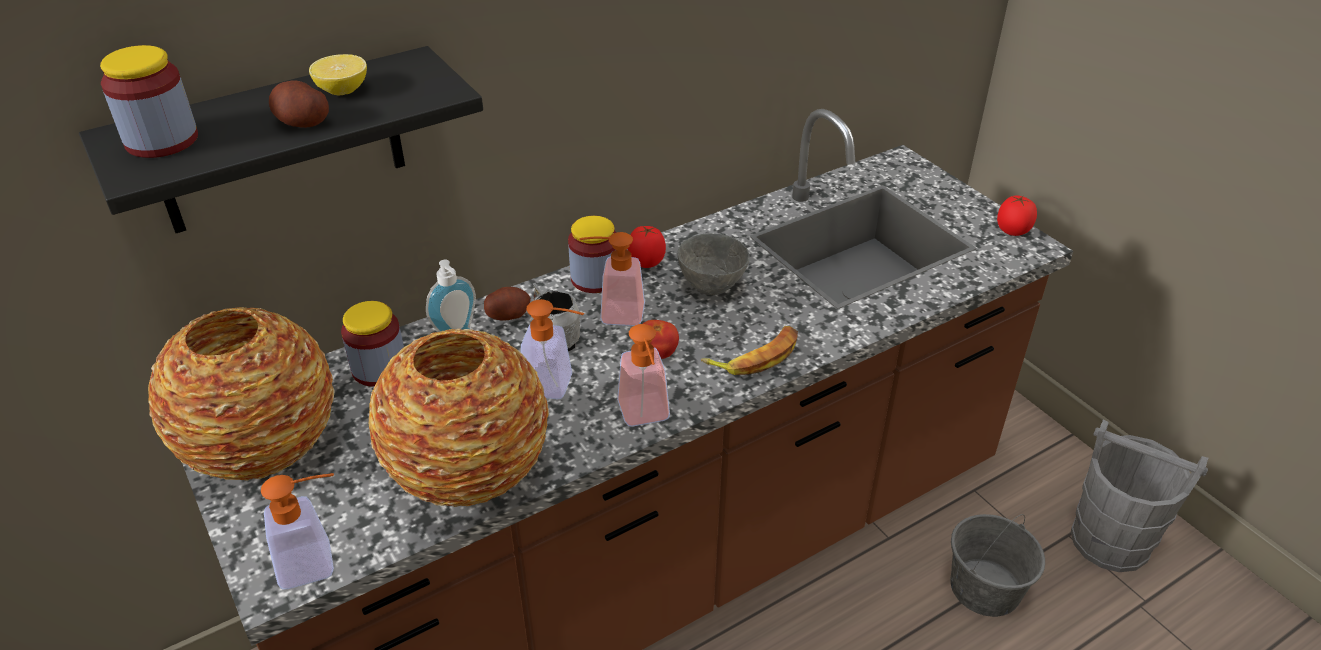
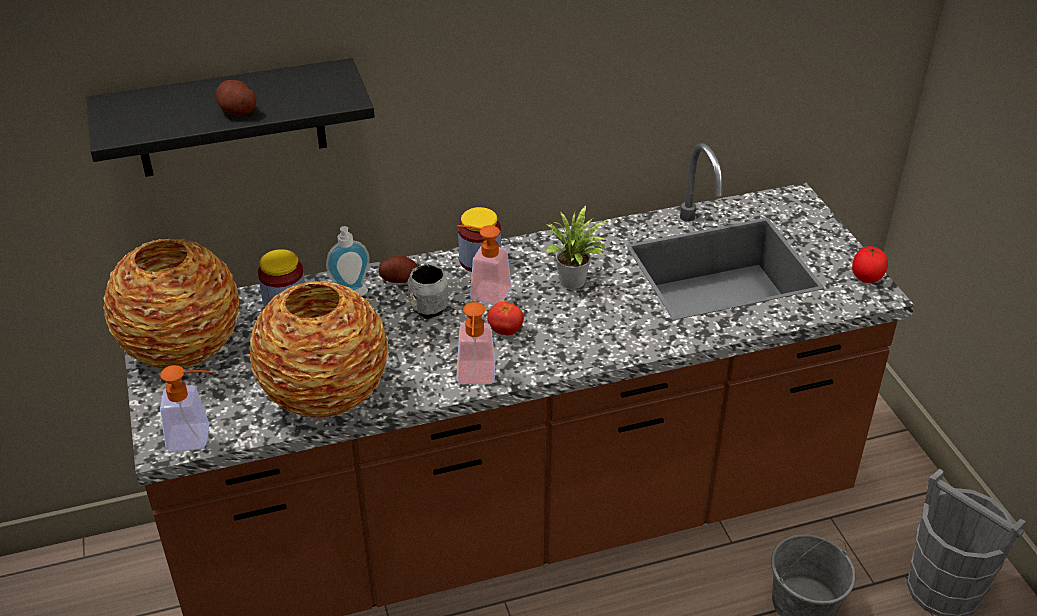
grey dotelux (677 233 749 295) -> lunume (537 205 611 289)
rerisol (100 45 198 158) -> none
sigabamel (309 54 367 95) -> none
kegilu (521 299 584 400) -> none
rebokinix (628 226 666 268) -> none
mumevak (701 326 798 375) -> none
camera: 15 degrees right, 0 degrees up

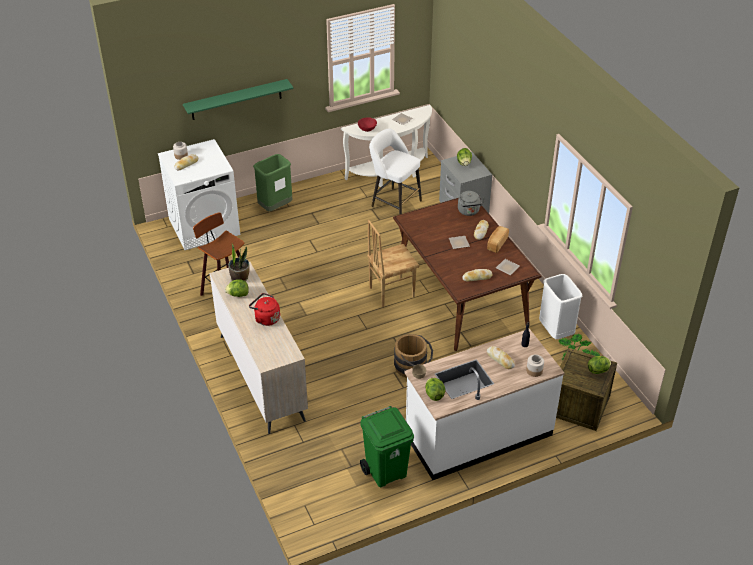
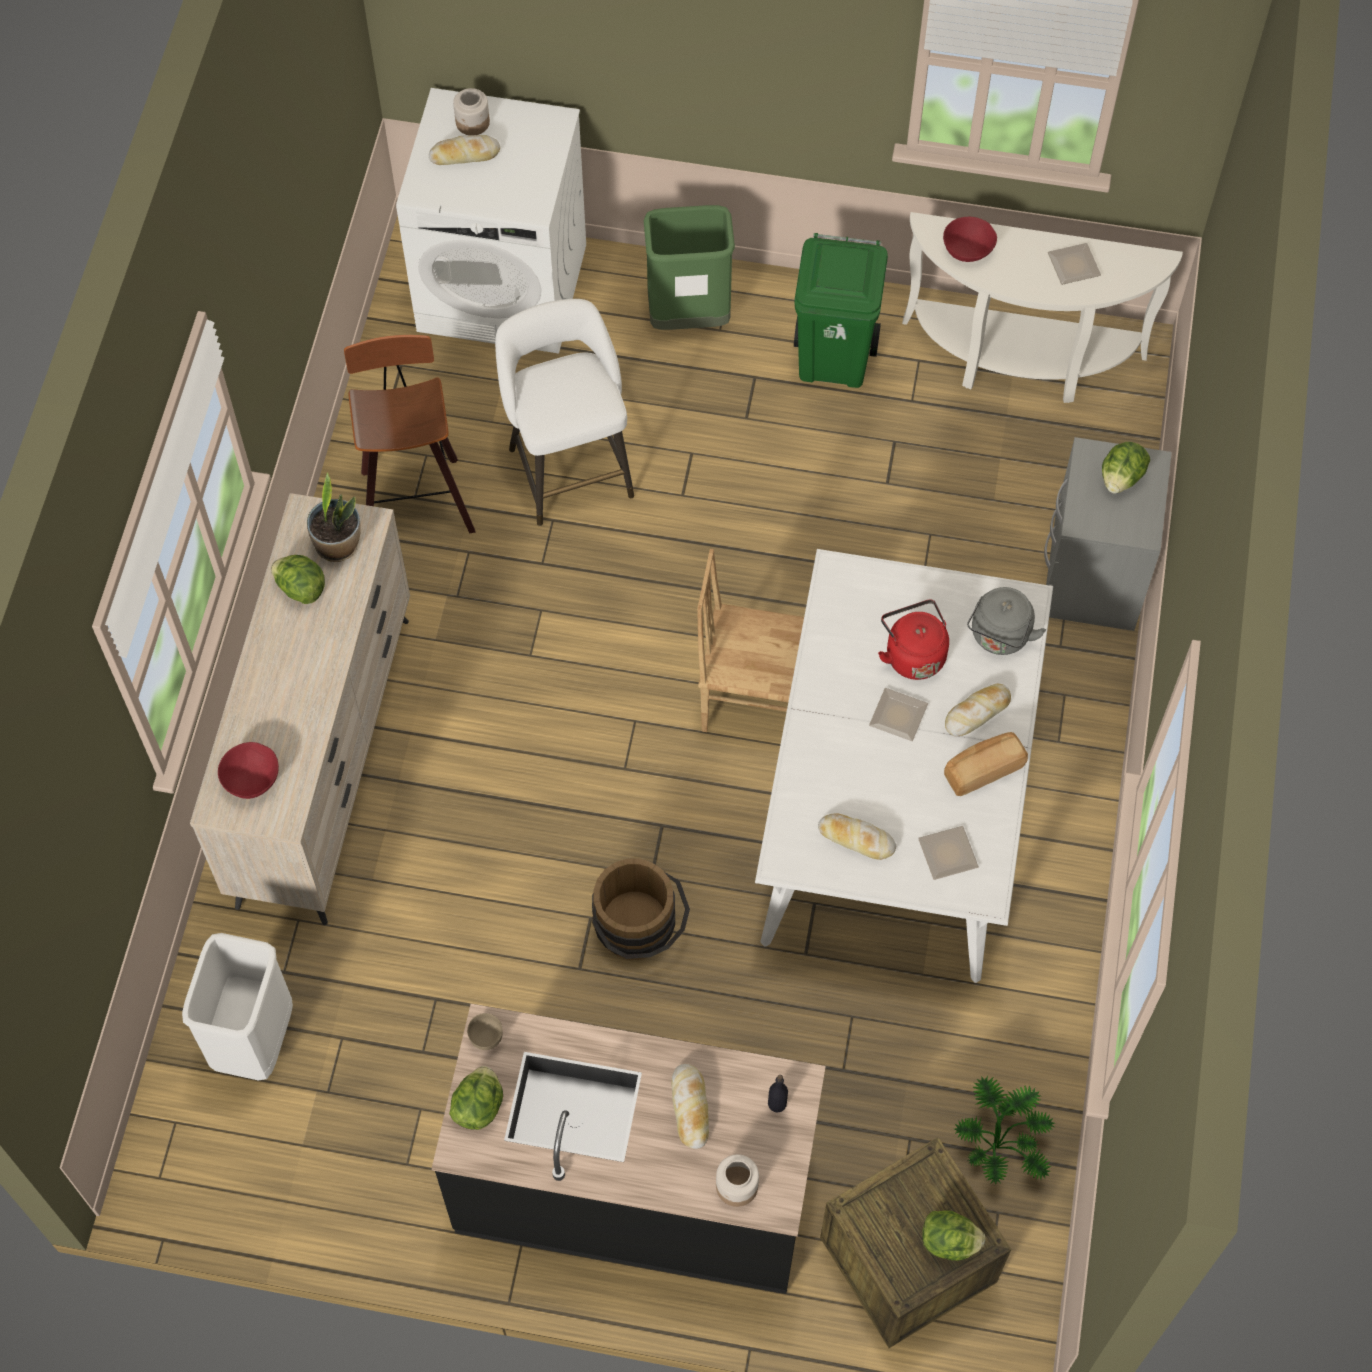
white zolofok (539 274 583 339) -> white zolofok (182 933 293 1081), move
none -> red dotelux (218 742 279 799)
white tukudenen (404 329 565 480) -> black tukudenen (432 1004 826 1294)
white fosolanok (369 128 422 215) -> white fosolanok (495 299 634 526), move
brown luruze (393 198 541 351) -> white luruze (755 549 1053 983)
green zolofok (360 406 414 487) -> green zolofok (794 233 888 388), move
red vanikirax (249 293 280 326) -> red vanikirax (878 600 949 680), move
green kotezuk (183 79 294 120) -> none
camera: 35 degrees right, 20 degrees up

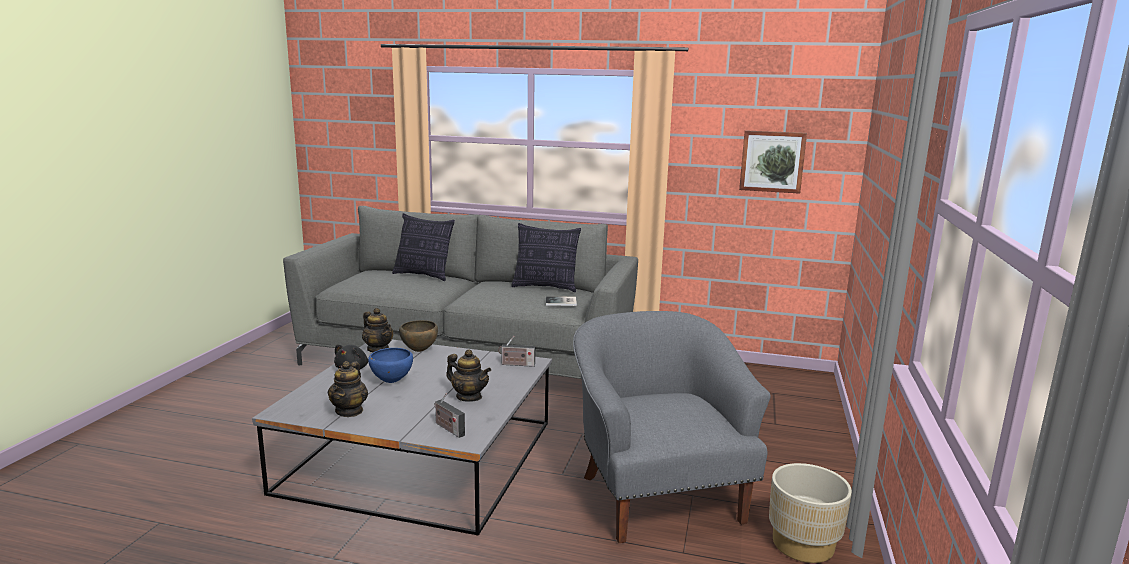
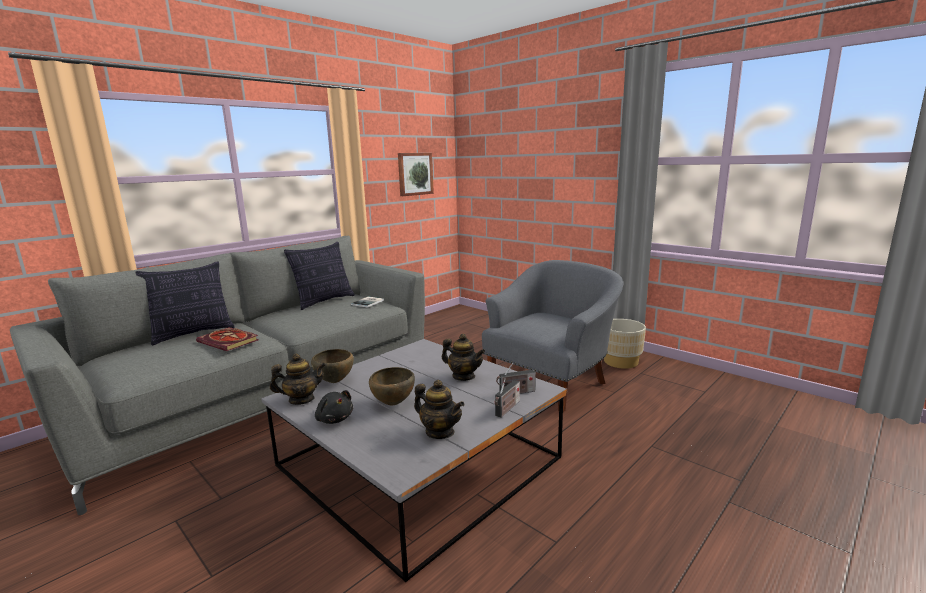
none -> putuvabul (196 327 259 351)
blue dotelux (368 348 413 383) -> brown dotelux (369 367 415 405)
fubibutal (446 349 491 402) -> fubibutal (442 334 485 381), 60 degrees clockwise
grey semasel (573 311 771 543) -> grey semasel (482 260 623 412), 120 degrees clockwise
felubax (498 336 535 367) -> felubax (495 379 520 418), move
camera: 60 degrees left, 0 degrees up

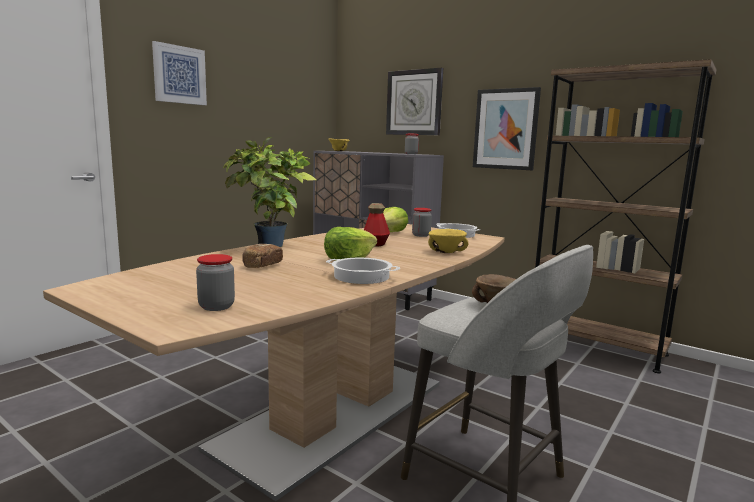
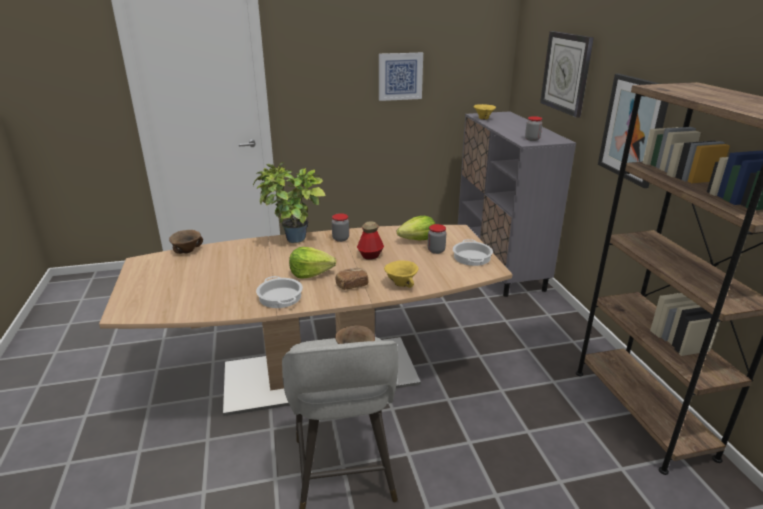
none -> brown dotelux (169 230 203 254)
rerisol (196 254 235 311) -> rerisol (332 213 349 242), move
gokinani (242 244 283 268) -> gokinani (336 268 368 290), move
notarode (152 41 207 105) -> notarode (379 53 423 101), move
camera: 40 degrees right, 15 degrees up

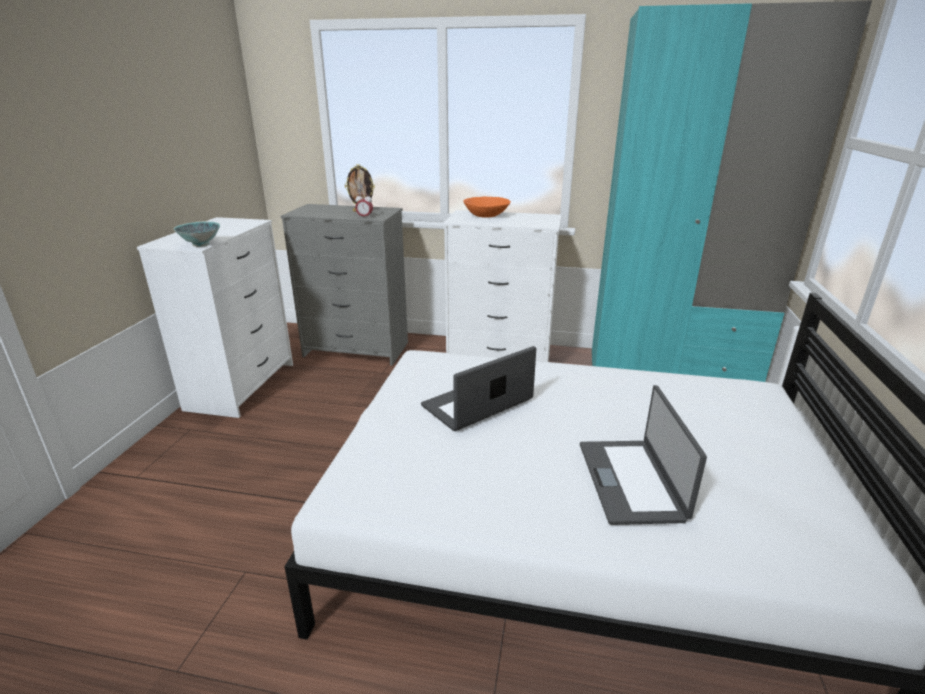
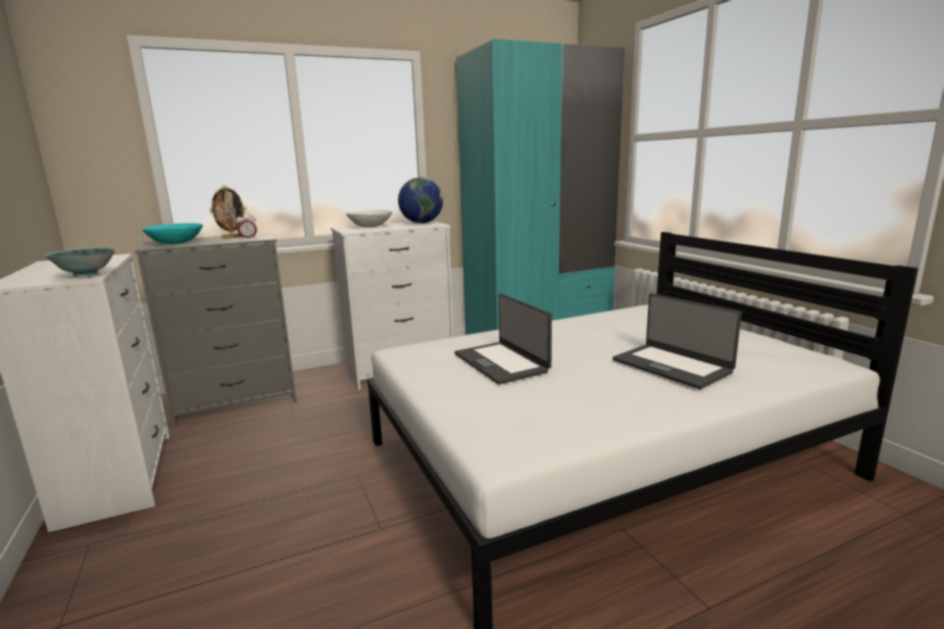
none -> turquoise dotelux (142 223 203 244)
orange dotelux (463 197 511 218) -> white dotelux (346 210 393 227)
none -> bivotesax (398 177 443 223)
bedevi (421 346 536 431) -> bedevi (455 293 552 384), 45 degrees counterclockwise
camera: 35 degrees left, 10 degrees down

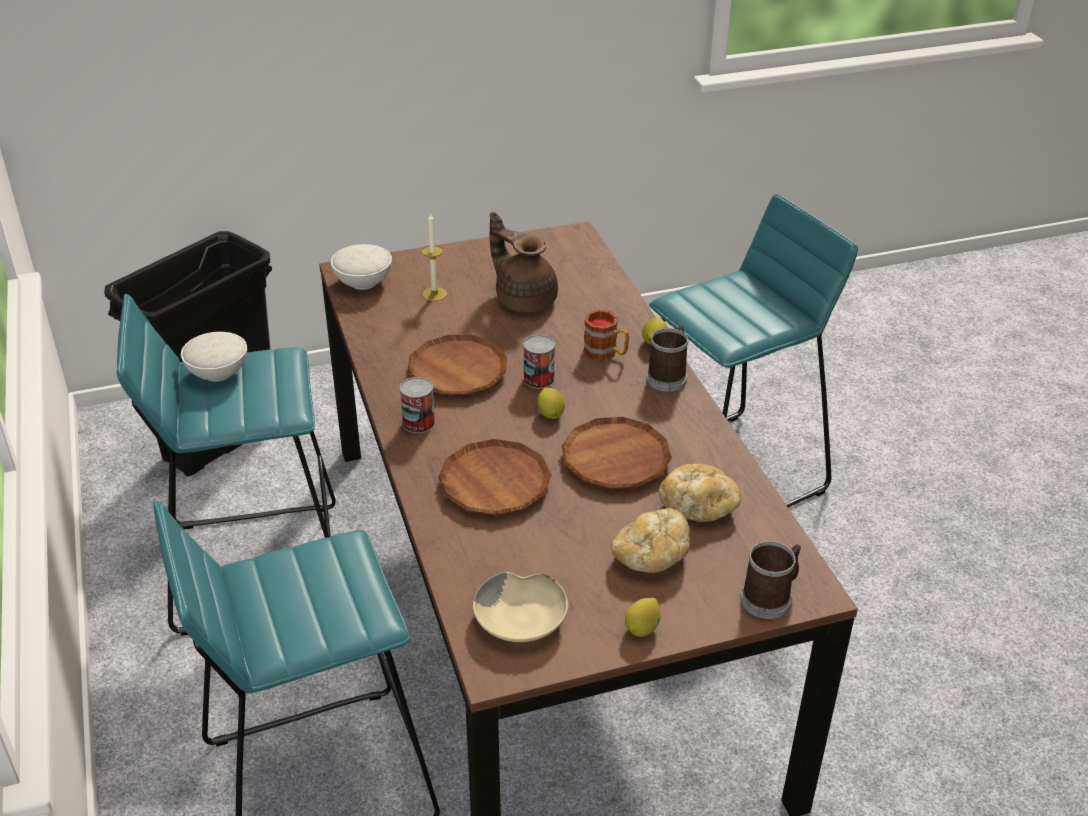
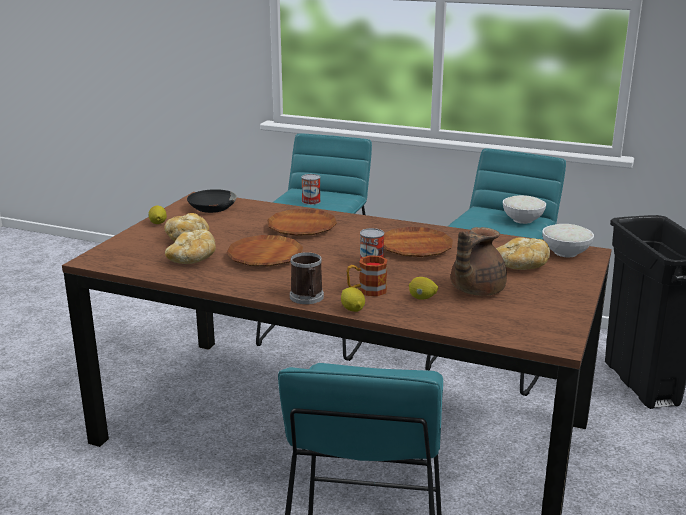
beige dotelux (473 572 568 642) -> black dotelux (187 189 237 213)
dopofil (400 377 435 433) -> dopofil (301 174 321 205), move
sigabamel (537 387 565 419) -> sigabamel (409 277 438 300), move
brown fubibutal (489 212 558 312) -> brown fubibutal (451 227 507 296), 135 degrees clockwise
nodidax (422 212 447 301) -> gokinani (496 237 550 270)
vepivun (740 541 801 619) -> none
camera: 130 degrees right, 15 degrees down

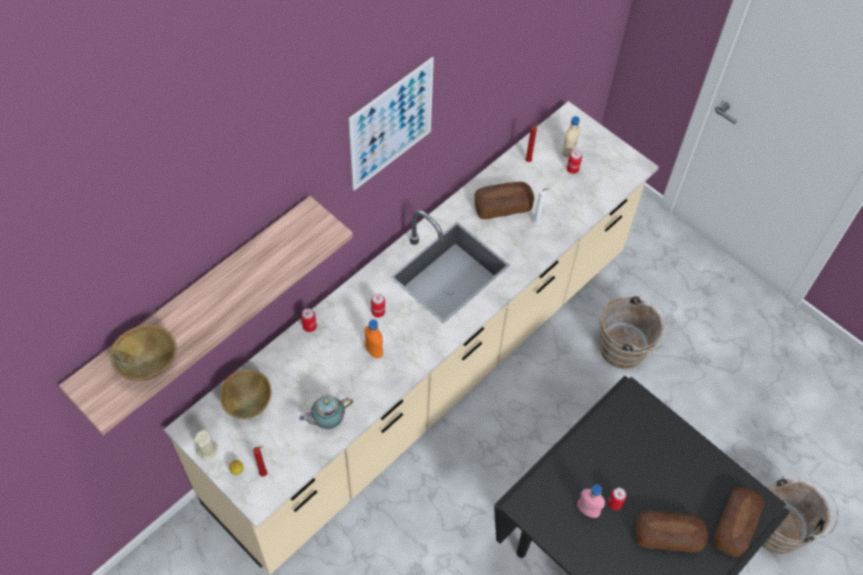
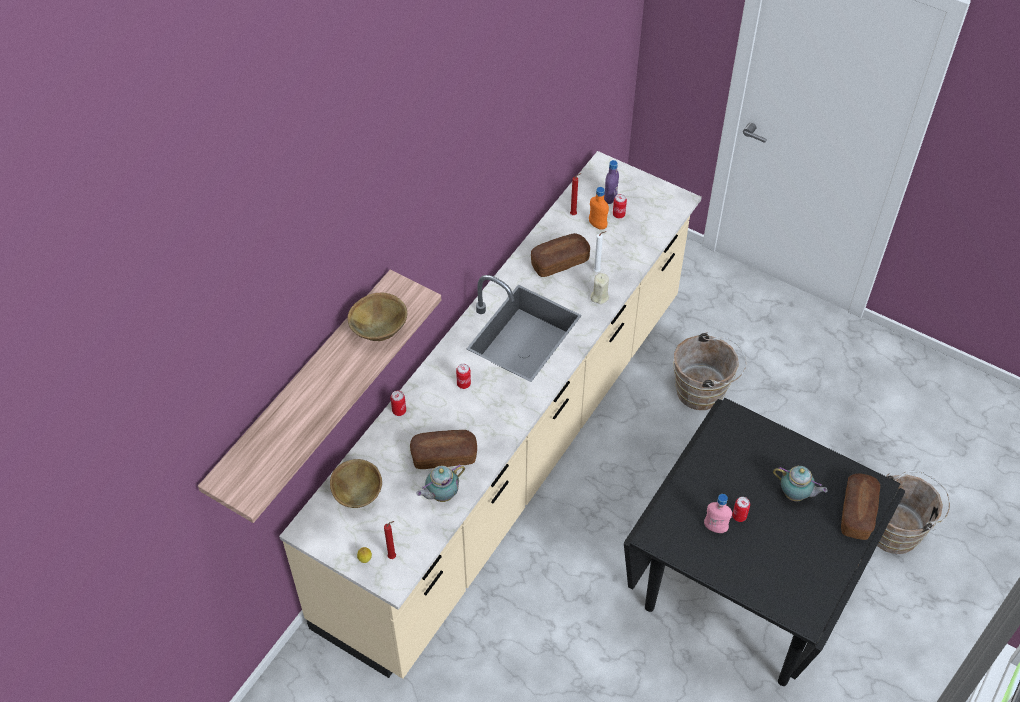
brown dotelux (110 324 177 381) -> brown dotelux (348 292 407 341), move
gokinani (636 511 708 553) -> gokinani (410 430 477 469), move
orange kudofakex (365 320 383 358) -> orange kudofakex (589 187 609 230), move
beige nodidax (194 430 218 460) -> beige nodidax (590 273 609 304), move
beige kudofakex (562 116 580 157) -> purple kudofakex (604 160 619 204)
none -> fubibutal (773 466 828 501)
notarode (348 57 434 191) -> none
camera: 10 degrees left, 5 degrees down

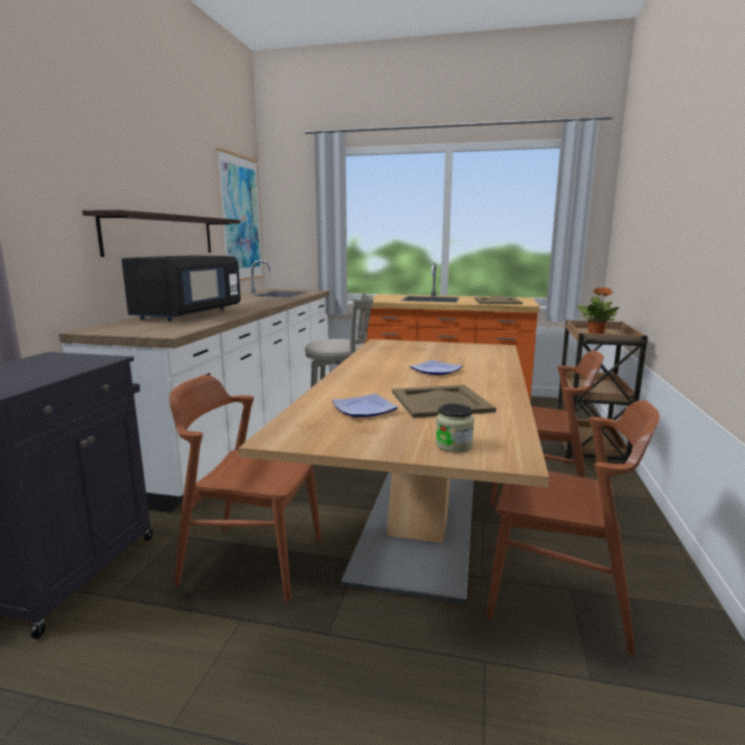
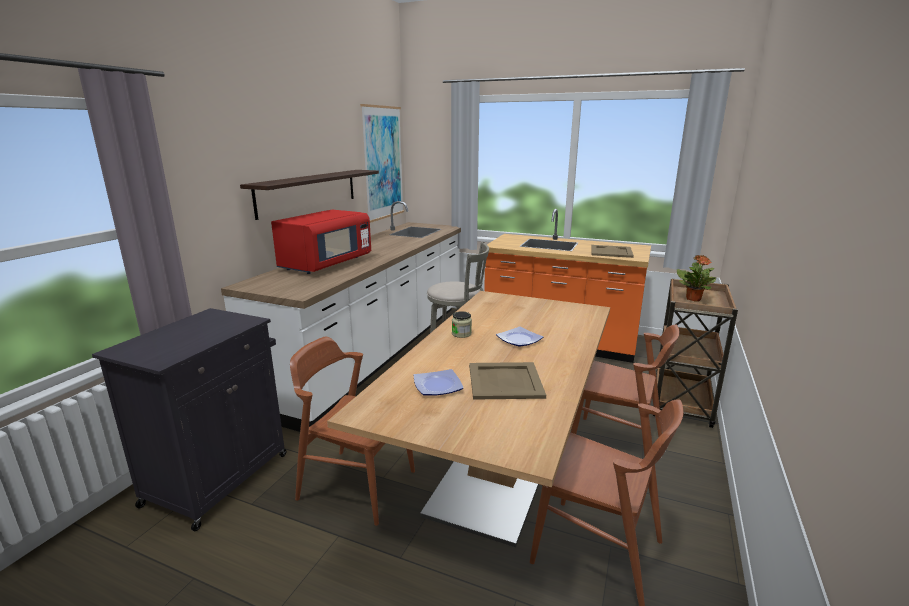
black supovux (121 255 241 321) -> red supovux (271 209 371 274)
rerisol (436 404 474 452) -> rerisol (452 311 472 338), move
camera: 10 degrees right, 5 degrees up

